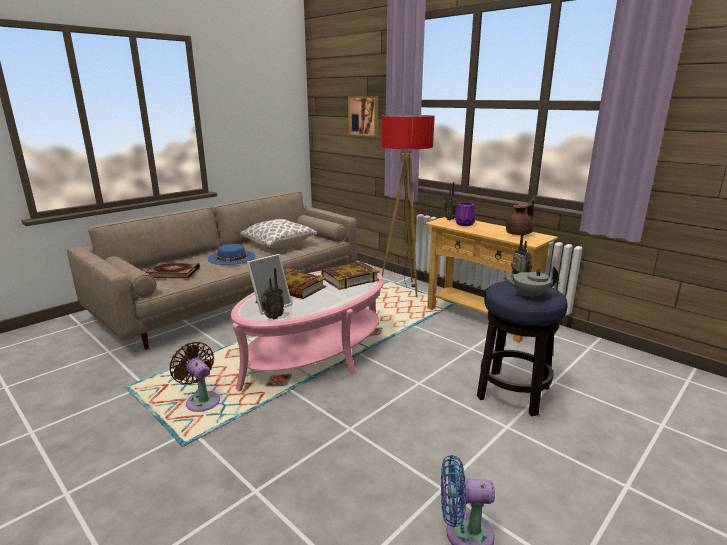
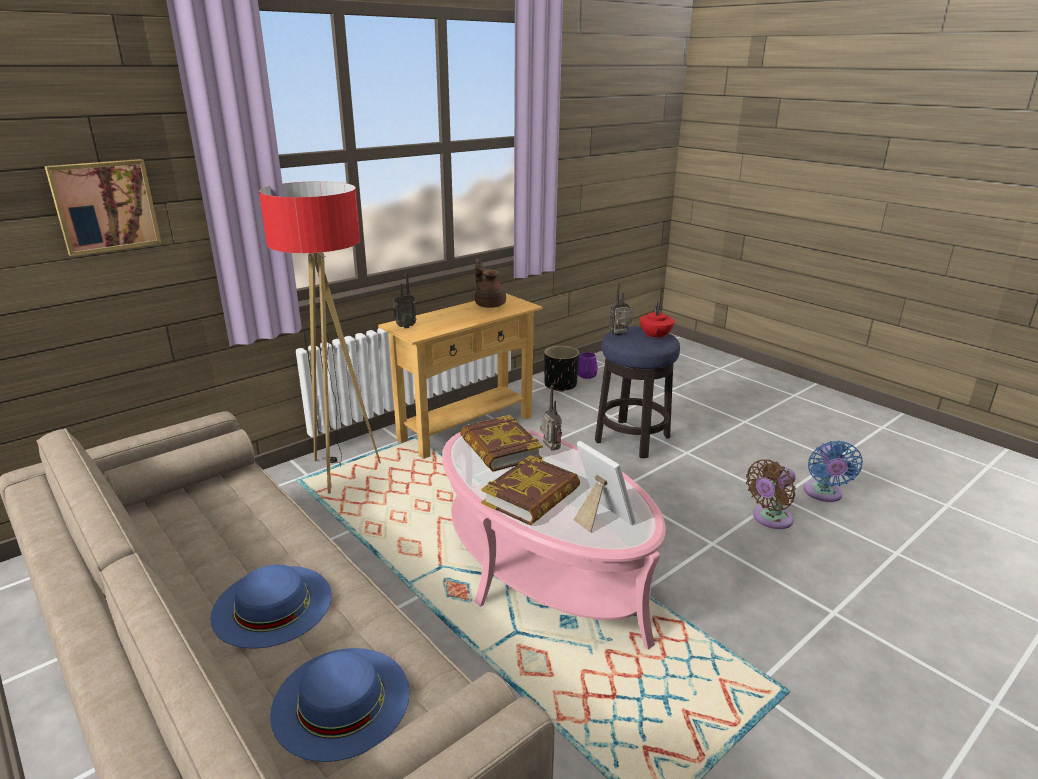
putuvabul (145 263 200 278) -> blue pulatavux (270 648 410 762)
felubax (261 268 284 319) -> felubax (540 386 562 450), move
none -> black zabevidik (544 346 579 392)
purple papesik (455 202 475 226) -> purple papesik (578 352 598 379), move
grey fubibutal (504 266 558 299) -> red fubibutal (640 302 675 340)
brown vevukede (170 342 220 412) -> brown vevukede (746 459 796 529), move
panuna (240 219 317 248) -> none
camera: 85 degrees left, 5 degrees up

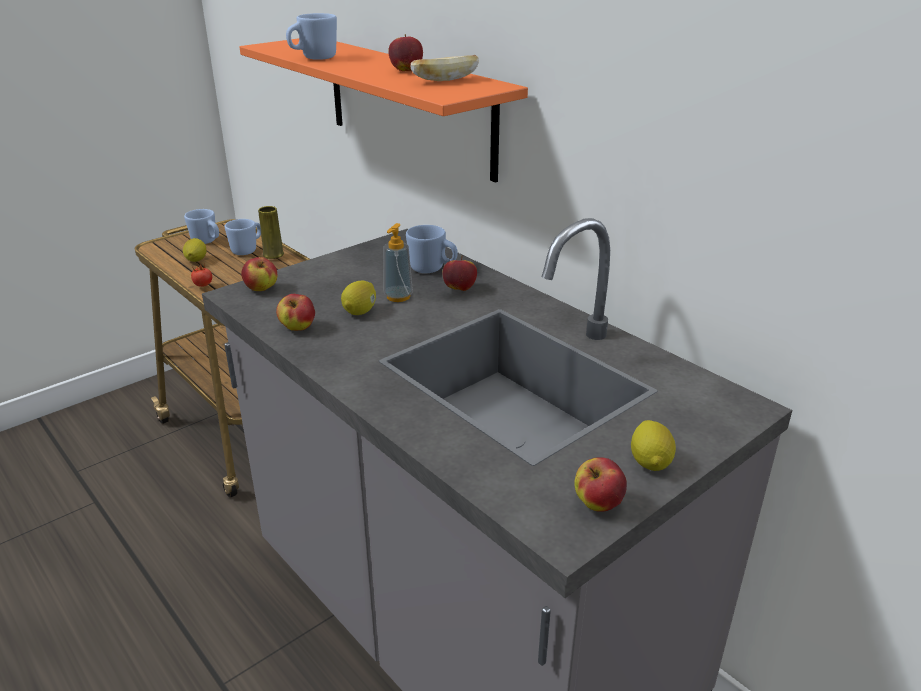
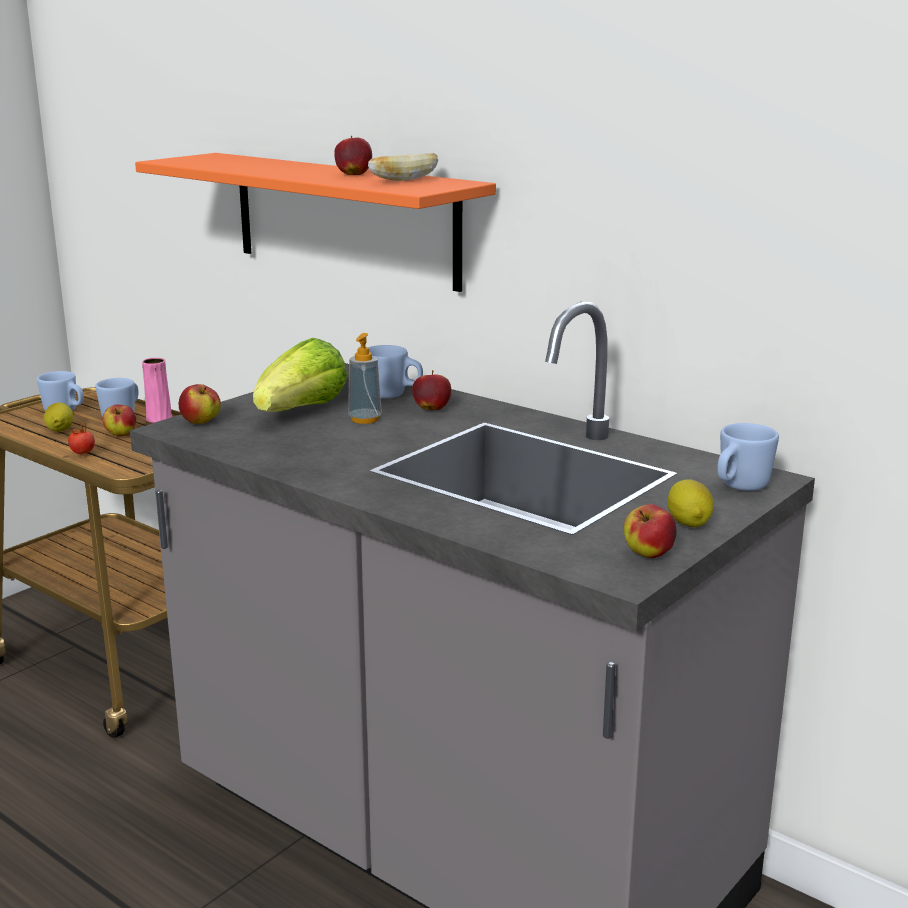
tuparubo (276 294 315 331) -> tuparubo (102 405 136 436), move
yellow papesik (258 206 284 259) -> pink papesik (142 358 172 423)
none -> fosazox (253 338 348 412)
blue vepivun (286 13 337 60) -> blue vepivun (717 423 779 491), move
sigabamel (341 281 376 315) -> none
camera: 10 degrees left, 10 degrees down

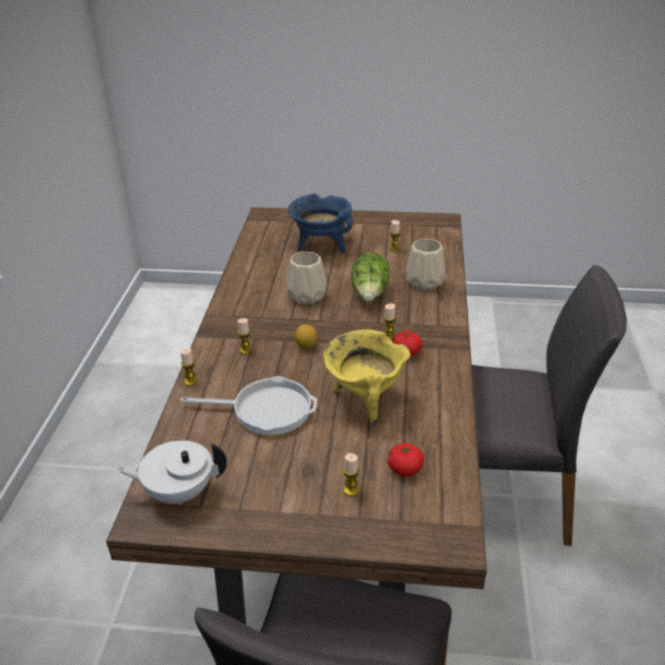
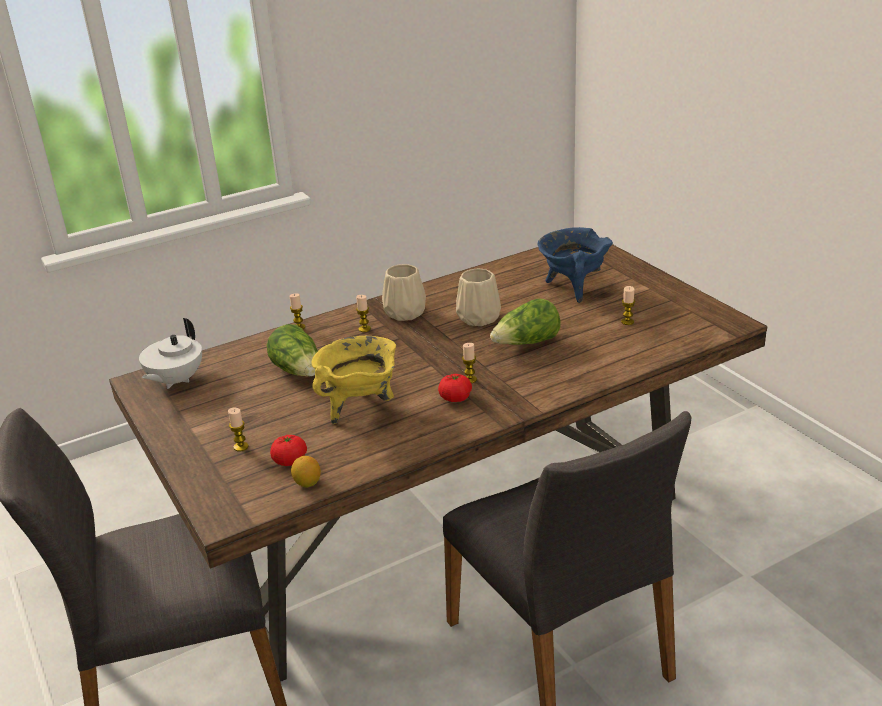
white fubibutal (117 440 227 505) -> white fubibutal (139 318 202 389), 120 degrees counterclockwise
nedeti (181 376 317 435) -> fosazox (267 324 318 377)
sigabamel (295 324 317 349) -> sigabamel (291 456 321 487), move
beige papesik (406 239 446 291) -> beige papesik (382 264 426 321), move
camera: 55 degrees right, 5 degrees down

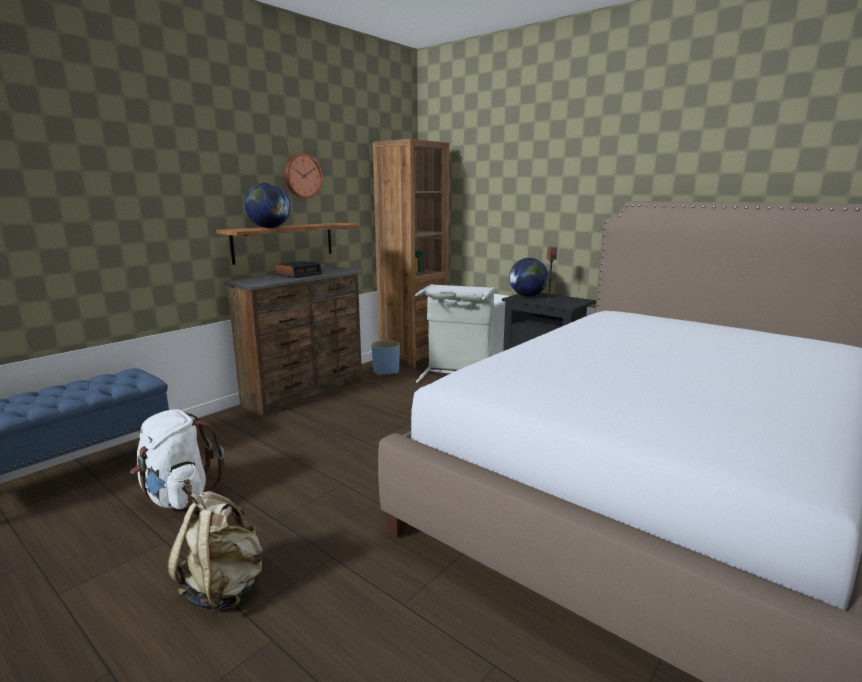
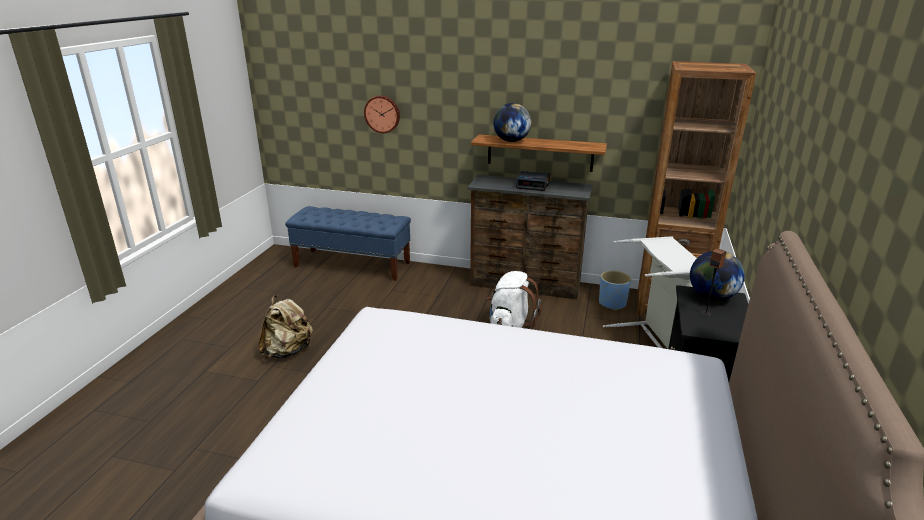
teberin (284 154 322 198) -> teberin (364 96 400 133), move
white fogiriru (130 409 225 509) -> white fogiriru (487 271 542 330), move
camera: 65 degrees right, 10 degrees up

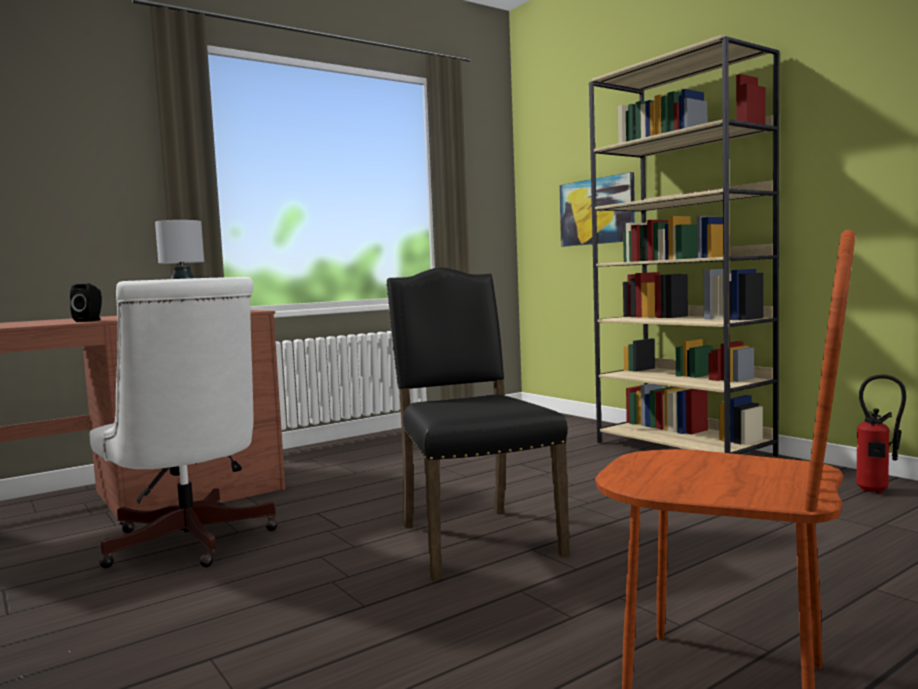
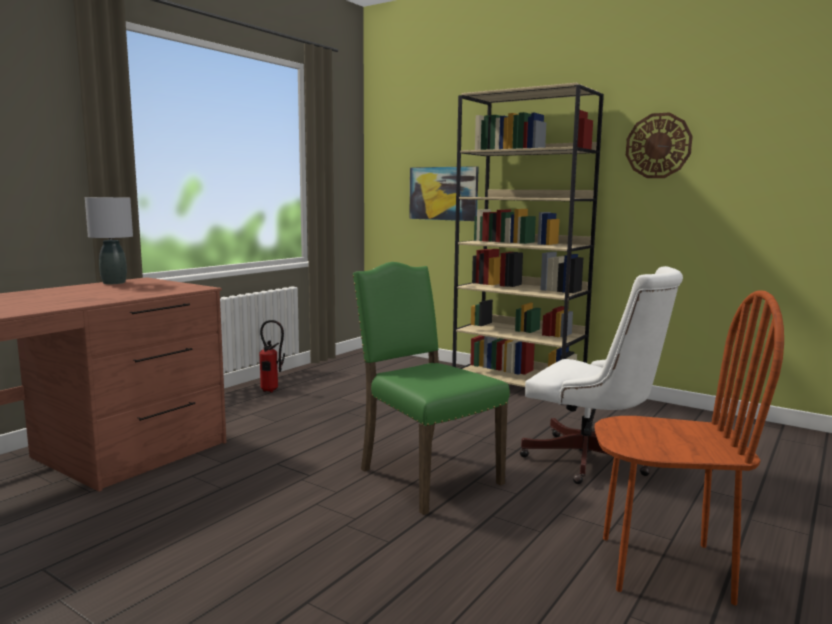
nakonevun (856 375 906 494) -> nakonevun (259 320 285 392), move
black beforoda (386 267 570 581) -> green beforoda (353 262 510 515)
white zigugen (90 277 278 568) -> white zigugen (520 266 683 484), move
none -> teberin (626 113 693 178)
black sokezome (70 283 102 322) -> none
camera: 20 degrees left, 5 degrees up

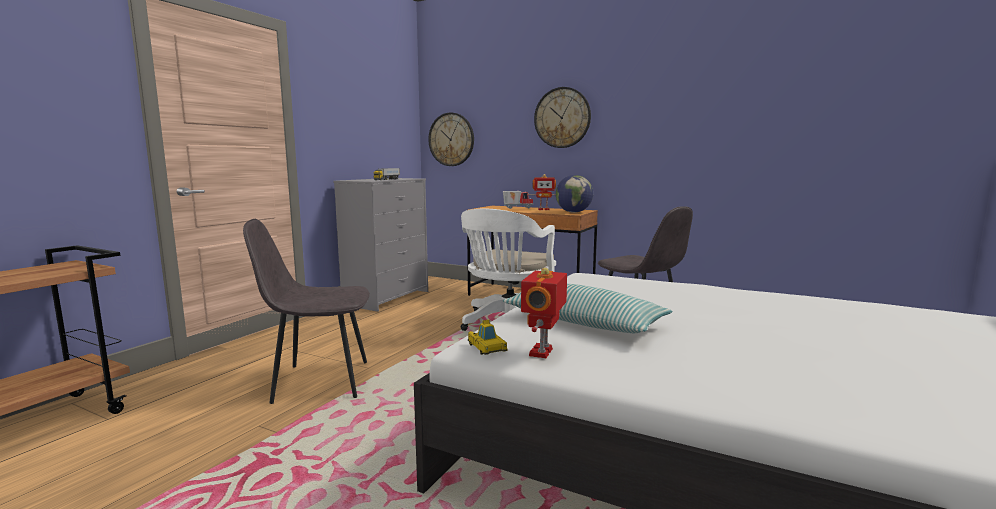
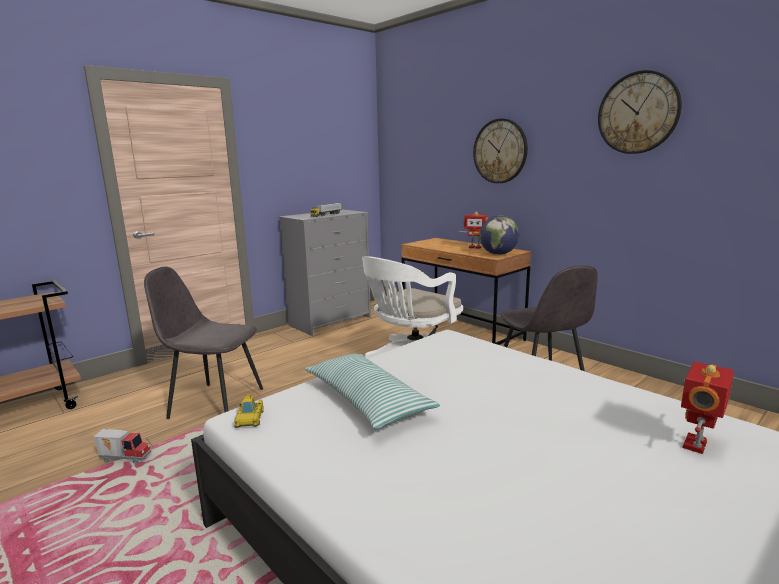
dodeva (503 191 533 209) -> dodeva (93 429 152 464), move
teberin (428 112 474 166) -> teberin (598 70 682 154), move
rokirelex (521 268 567 358) -> rokirelex (681 362 734 454), move
camera: 20 degrees right, 5 degrees up

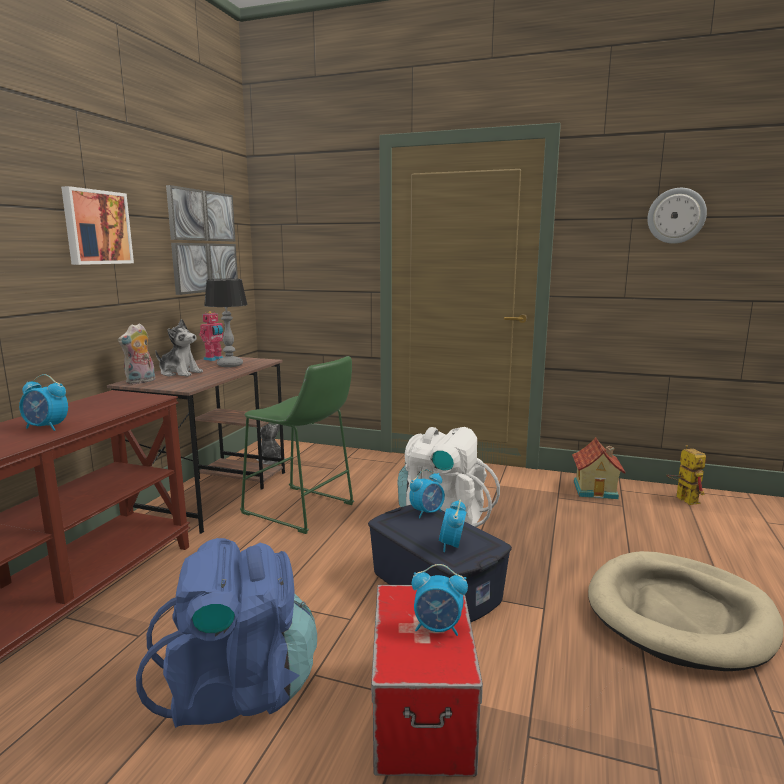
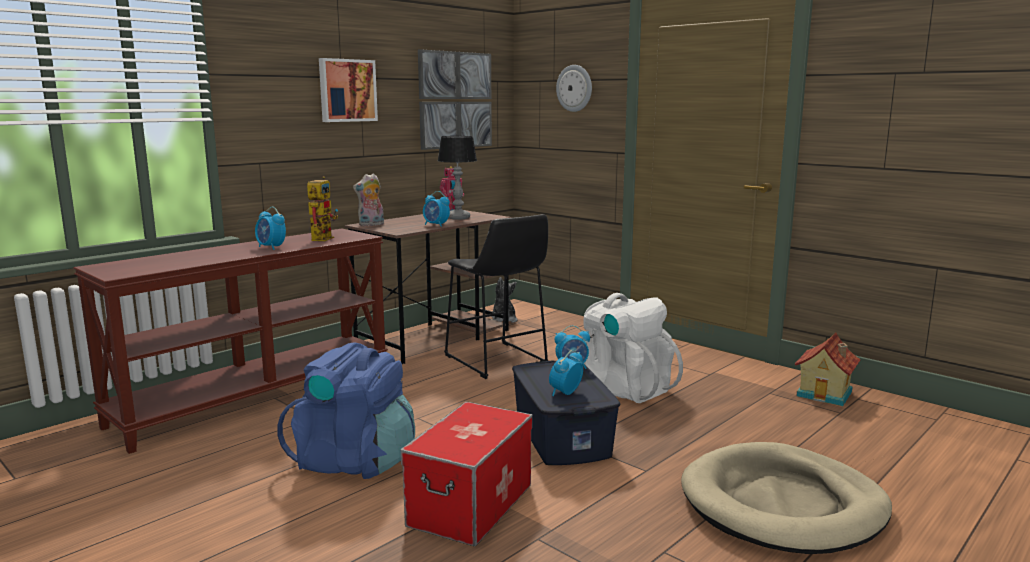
rokirelex (666 445 706 505) -> rokirelex (307 176 338 241), move
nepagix (412 564 468 636) -> nepagix (423 191 450 227), move
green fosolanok (240 356 354 534) -> black fosolanok (444 214 548 379)
teberin (647 188 707 244) -> teberin (556 65 592 112), move
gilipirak (155 319 203 377) -> none
camera: 25 degrees right, 0 degrees up

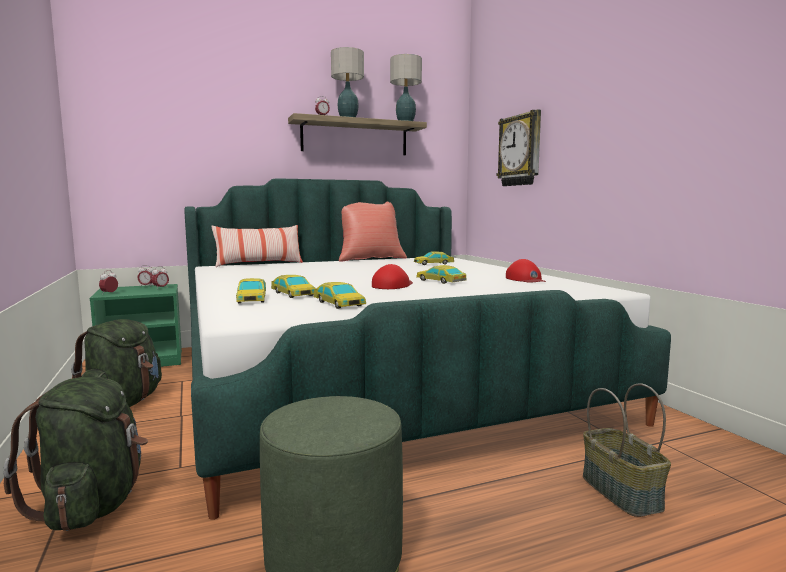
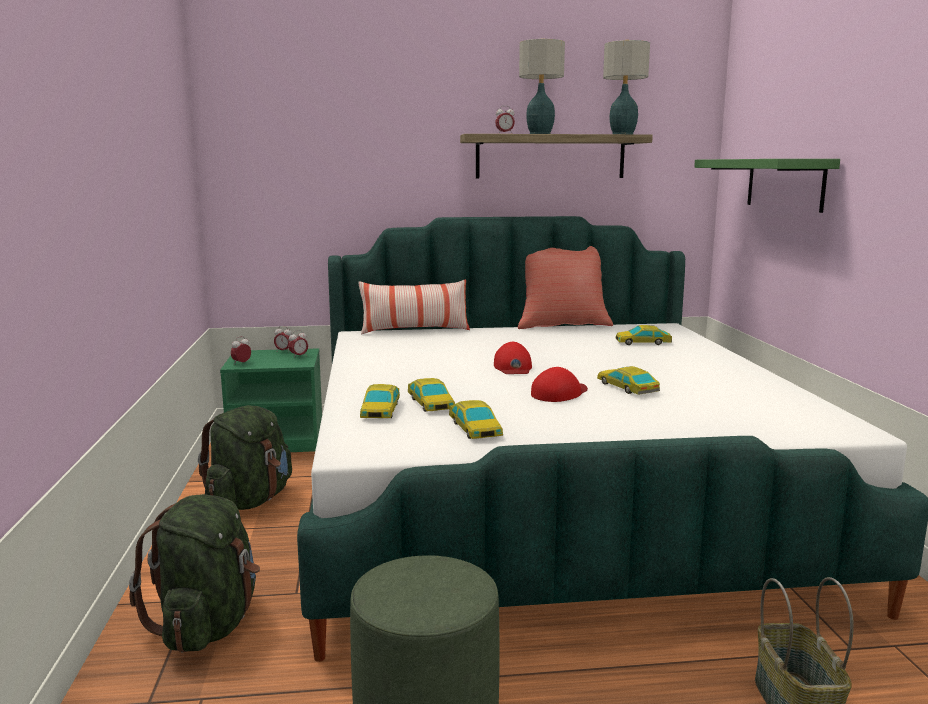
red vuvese (506 259 546 283) -> red vuvese (494 342 532 374), move
teberin (497 109 541 186) -> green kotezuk (694 159 840 213)
camera: 15 degrees right, 5 degrees up

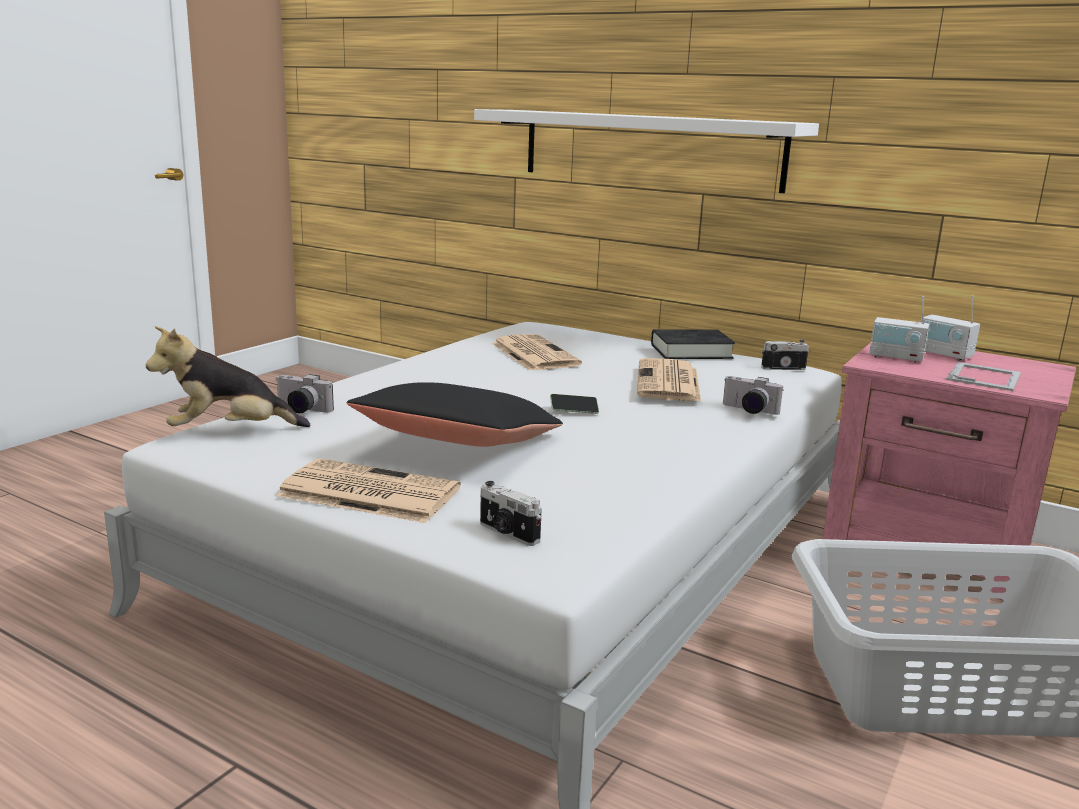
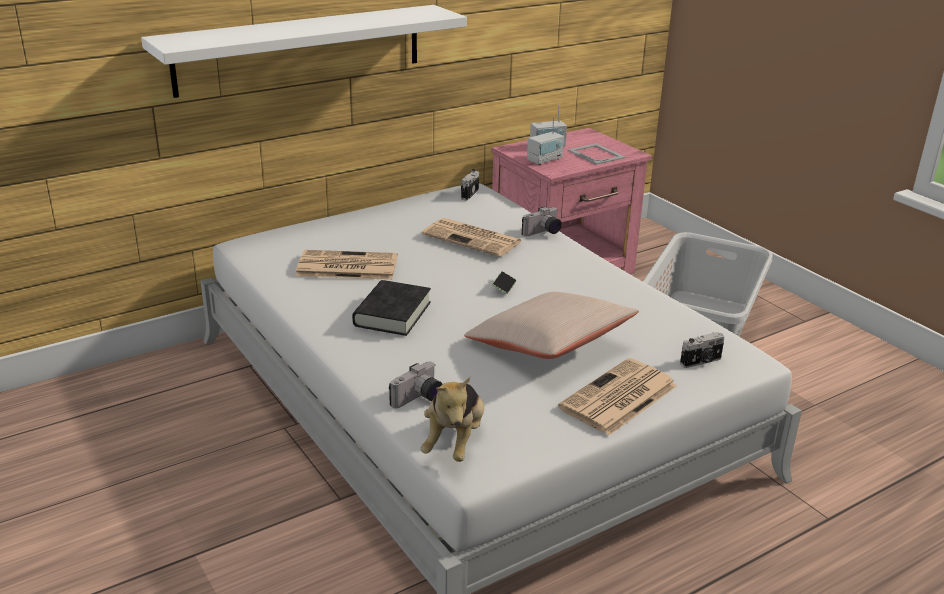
black putuvabul (651 330 735 359) -> black putuvabul (352 280 431 336), move
black panuna (347 382 563 447) -> beige panuna (464 292 639 359)
camera: 65 degrees left, 10 degrees up

